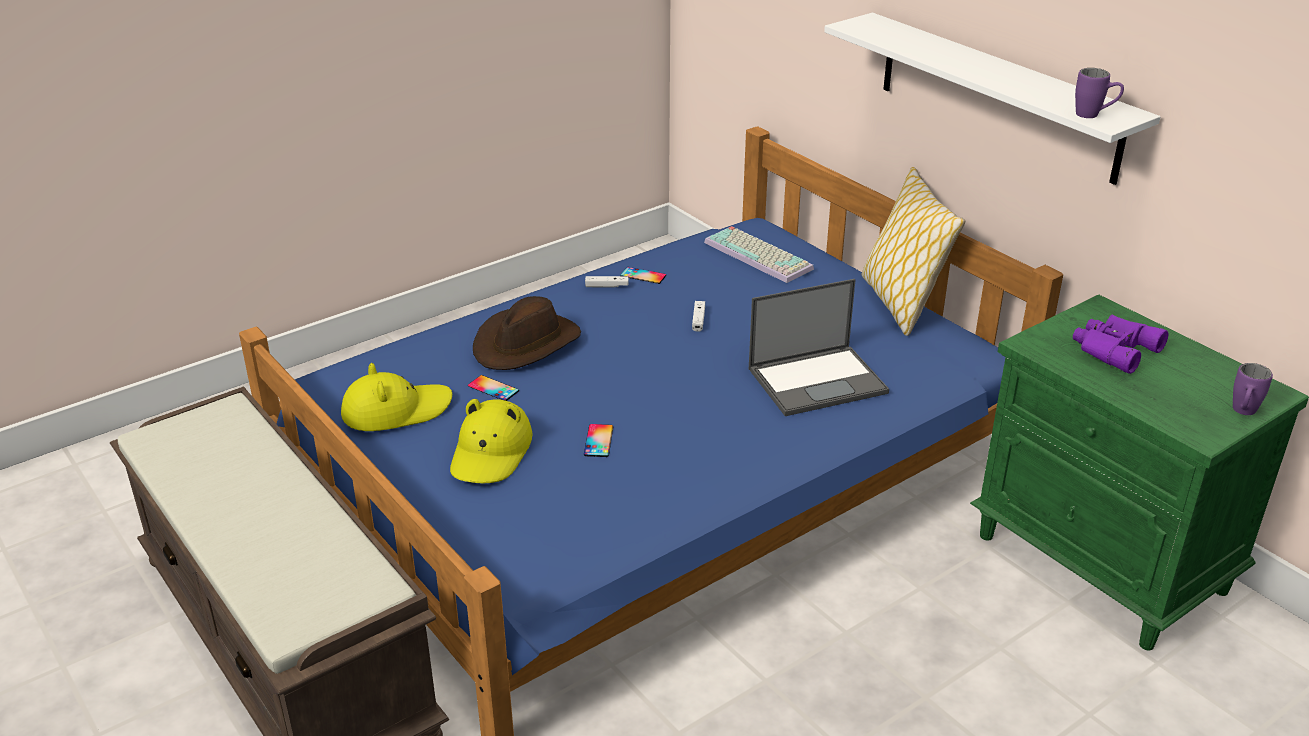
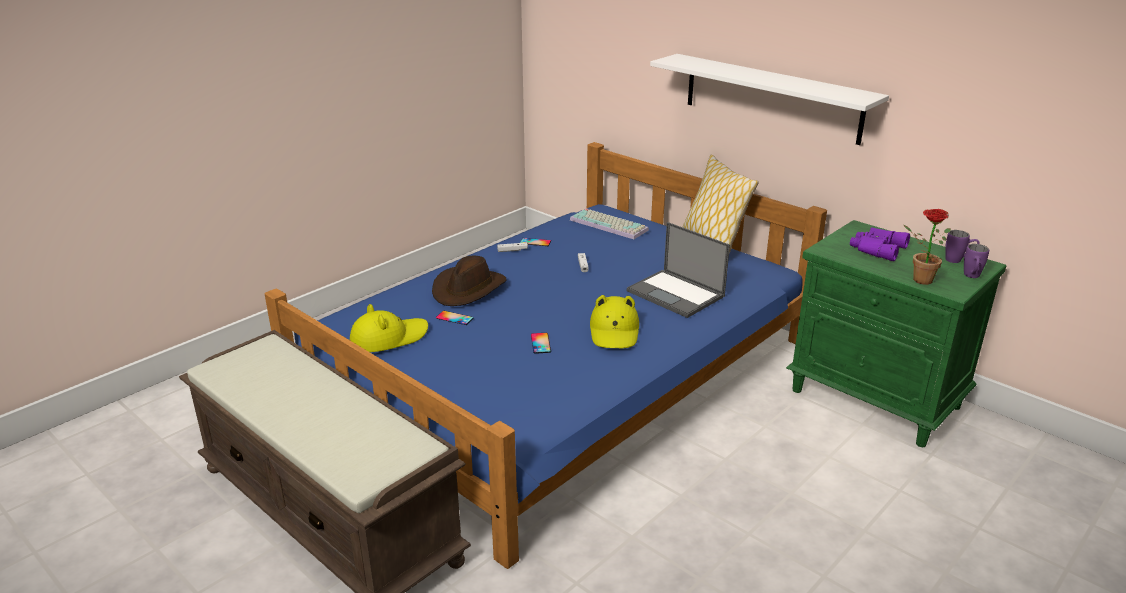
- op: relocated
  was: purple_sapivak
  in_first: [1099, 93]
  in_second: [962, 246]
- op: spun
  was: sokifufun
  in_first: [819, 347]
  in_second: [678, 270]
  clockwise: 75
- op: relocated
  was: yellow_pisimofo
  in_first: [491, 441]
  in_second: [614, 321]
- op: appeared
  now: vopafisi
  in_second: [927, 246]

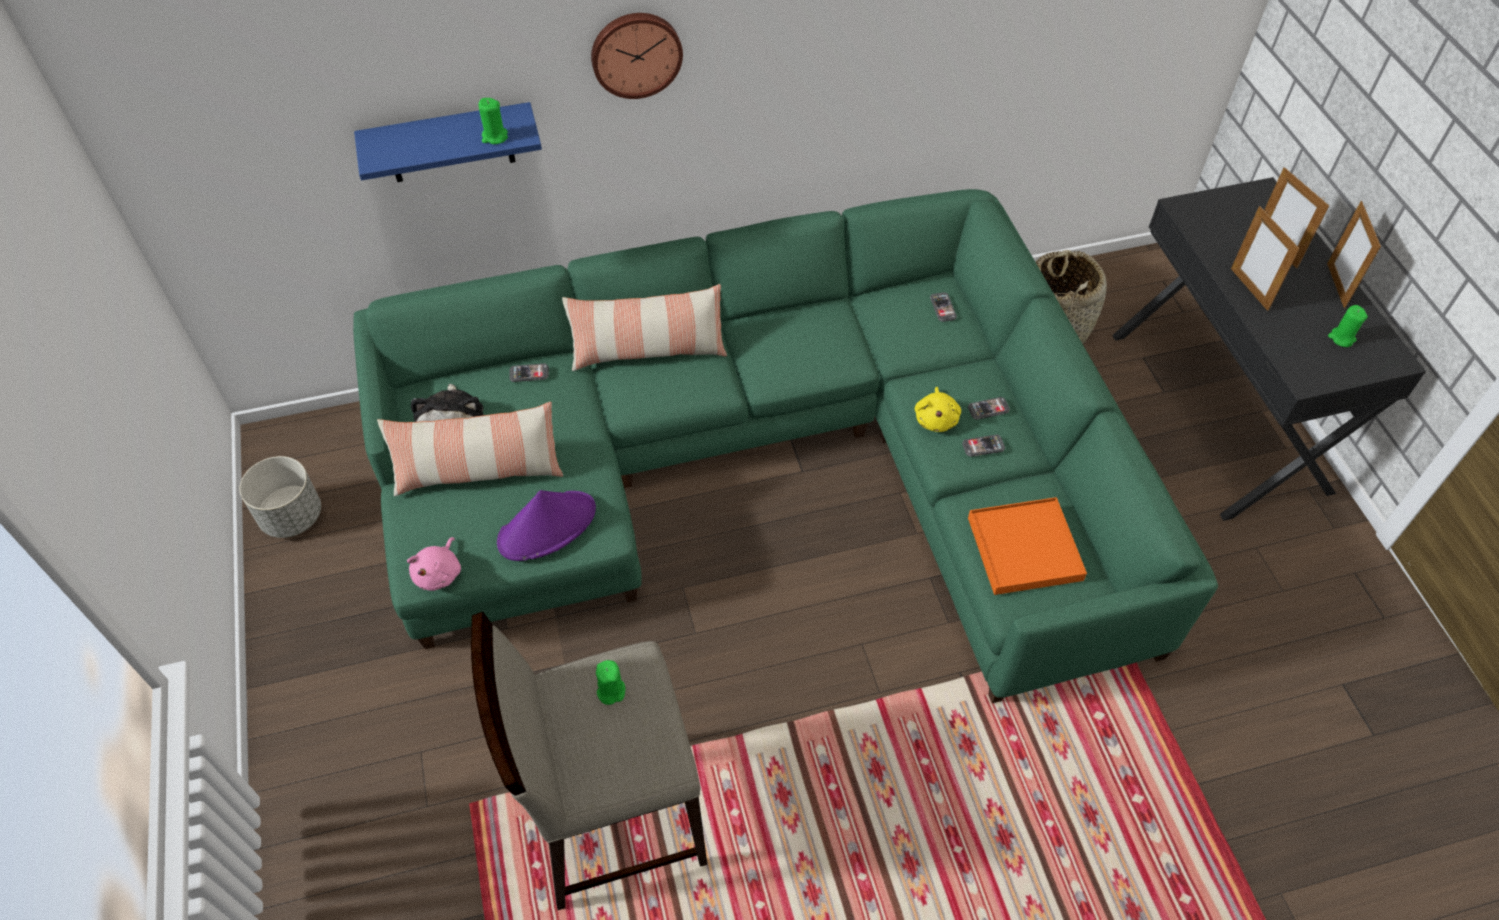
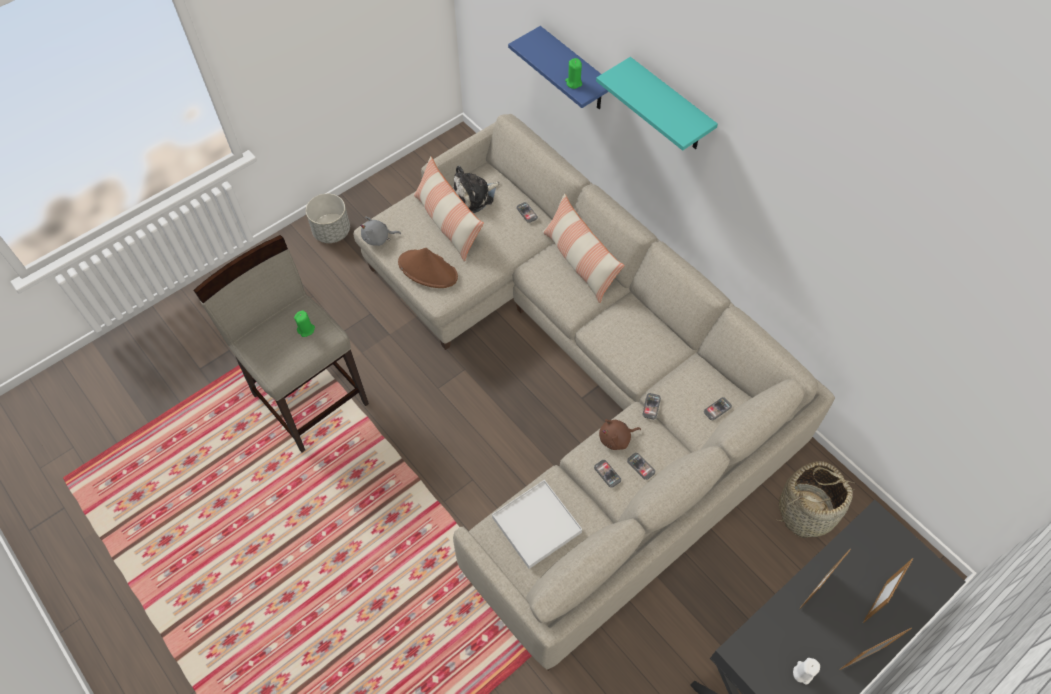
- op: exchanged
  was: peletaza
  now: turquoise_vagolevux
  in_first: [637, 56]
  in_second: [657, 104]
- op: colour
  was: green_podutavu
  now: beige_podutavu
  in_first: [785, 446]
  in_second: [594, 392]
- op: colour
  was: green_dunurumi
  now: white_dunurumi
  in_first: [1348, 326]
  in_second: [806, 671]
- op: colour
  was: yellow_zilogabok
  now: brown_zilogabok
  in_first: [938, 409]
  in_second: [620, 434]
- op: relocated
  was: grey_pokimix
  in_first: [280, 497]
  in_second: [328, 218]
- op: colour
  was: purple_pisimofo
  now: brown_pisimofo
  in_first: [546, 525]
  in_second: [428, 268]
- op: colour
  was: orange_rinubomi
  now: white_rinubomi
  in_first: [1027, 546]
  in_second: [537, 524]
- op: colour
  was: pink_zilogabok
  now: grey_zilogabok
  in_first: [434, 564]
  in_second: [380, 231]
- op: appeared
  now: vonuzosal
  in_second: [651, 406]

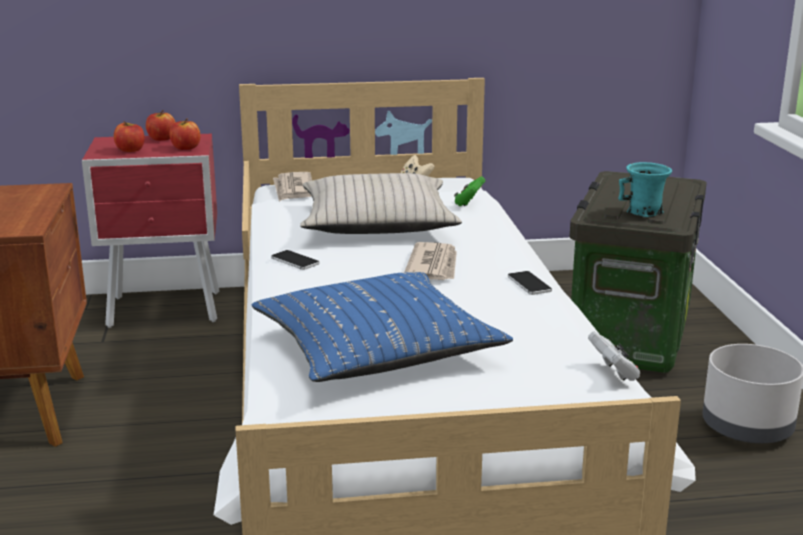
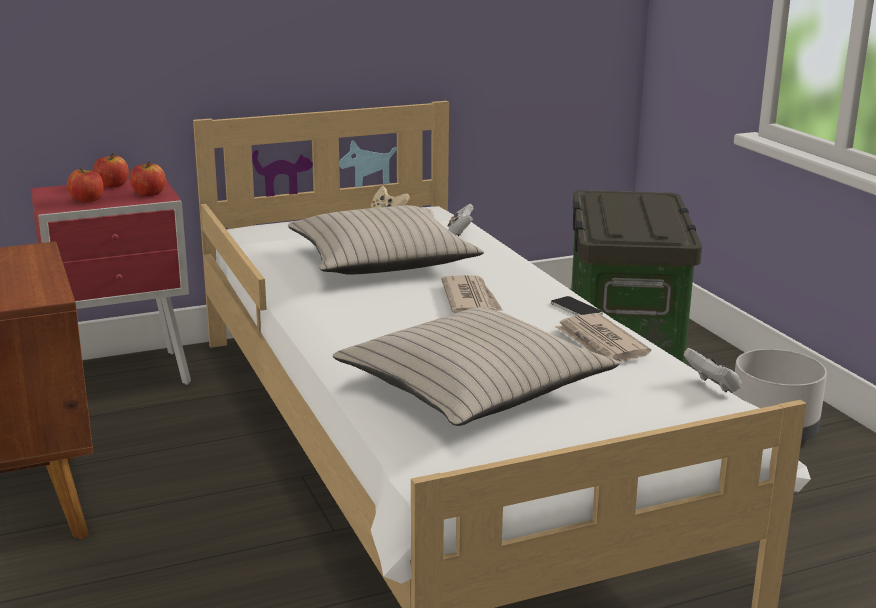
- op: missing
  was: turquoise_sapivak
  in_first: [645, 189]
- op: relocated
  was: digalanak
  in_first: [292, 186]
  in_second: [603, 337]
- op: colour
  was: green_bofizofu
  now: white_bofizofu
  in_first: [469, 191]
  in_second: [461, 220]
- op: missing
  was: vonuzosal
  in_first: [295, 260]
- op: colour
  was: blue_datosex
  now: beige_datosex
  in_first: [382, 327]
  in_second: [476, 366]

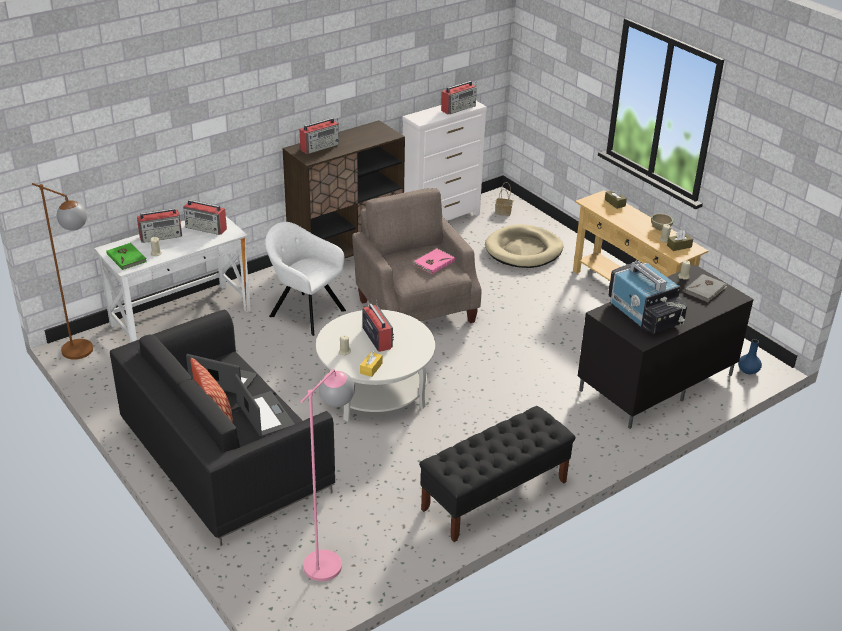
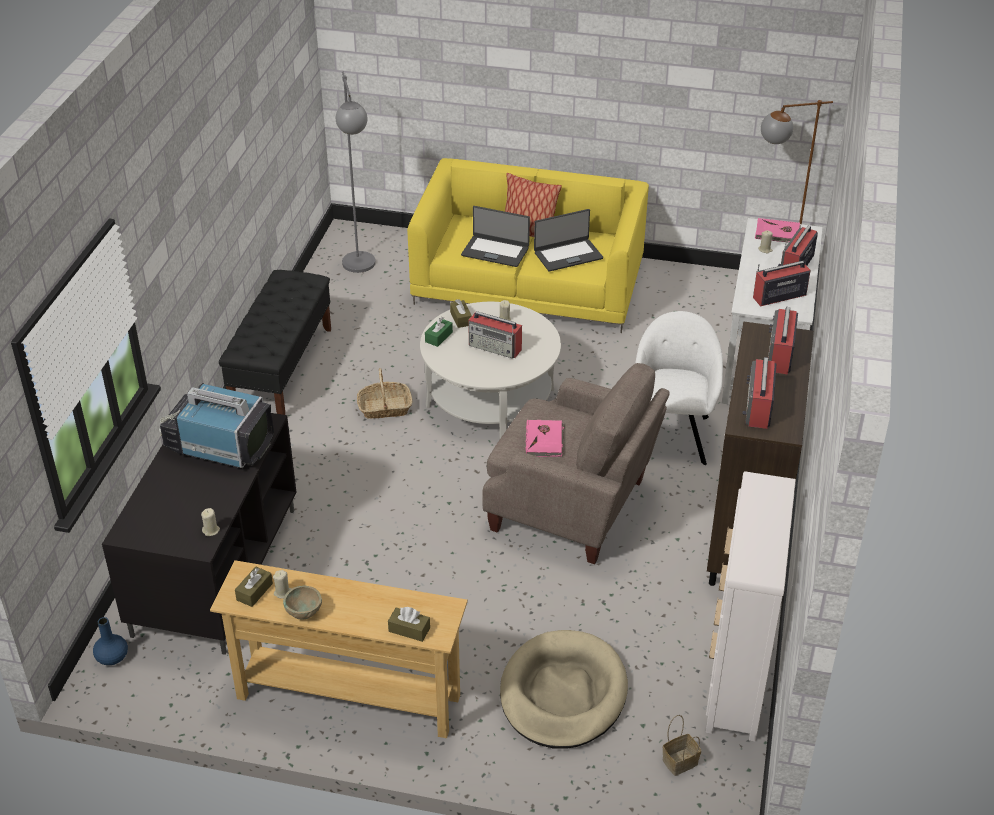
- op: relocated
  was: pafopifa
  in_first: [459, 97]
  in_second: [759, 393]
- op: spun
  was: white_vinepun
  in_first: [305, 279]
  in_second: [679, 388]
  clockwise: -75
- op: colour
  was: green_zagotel
  now: pink_zagotel
  in_first: [126, 256]
  in_second: [778, 230]
- op: missing
  was: grey_zagotel
  in_first: [705, 288]
- op: colour
  was: black_podutavu
  now: yellow_podutavu
  in_first: [222, 428]
  in_second: [528, 245]
- op: colour
  was: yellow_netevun
  now: brown_netevun
  in_first: [371, 364]
  in_second: [461, 313]
- op: colour
  was: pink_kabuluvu
  now: grey_kabuluvu
  in_first: [327, 475]
  in_second: [356, 172]
- op: appeared
  now: green_netevun
  in_second: [439, 332]
- op: appeared
  now: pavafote
  in_second: [384, 393]

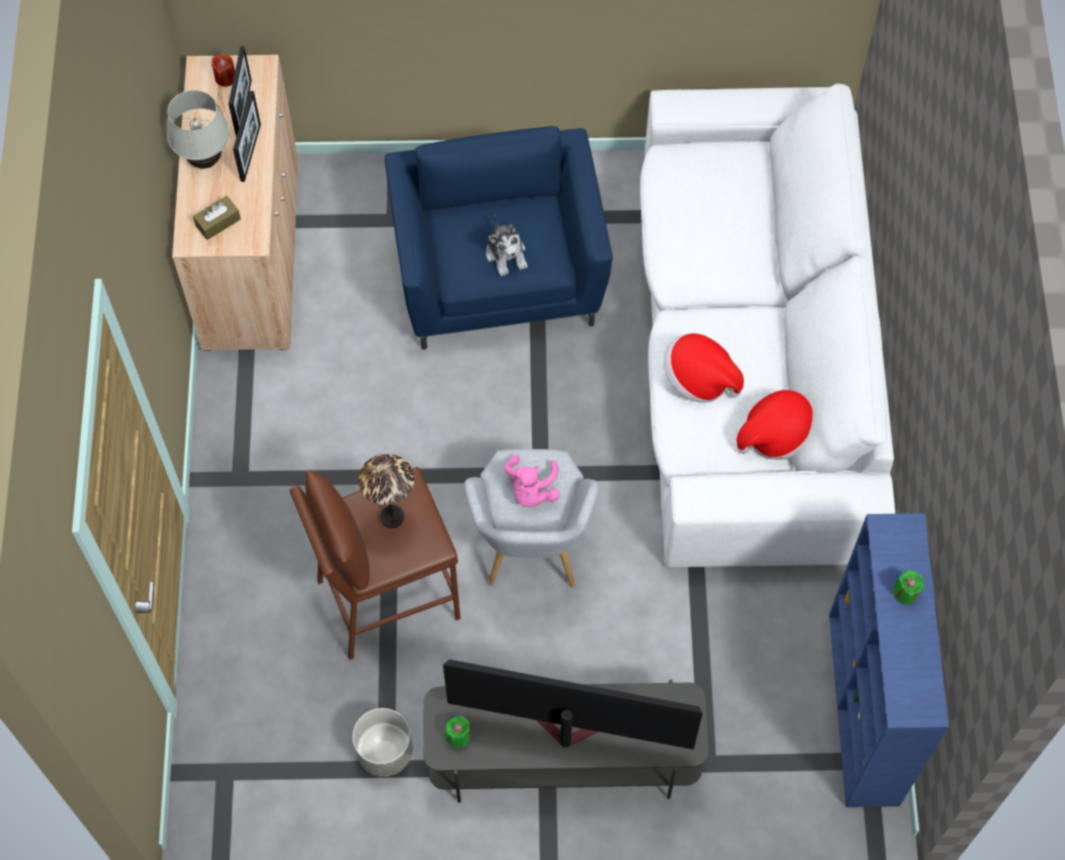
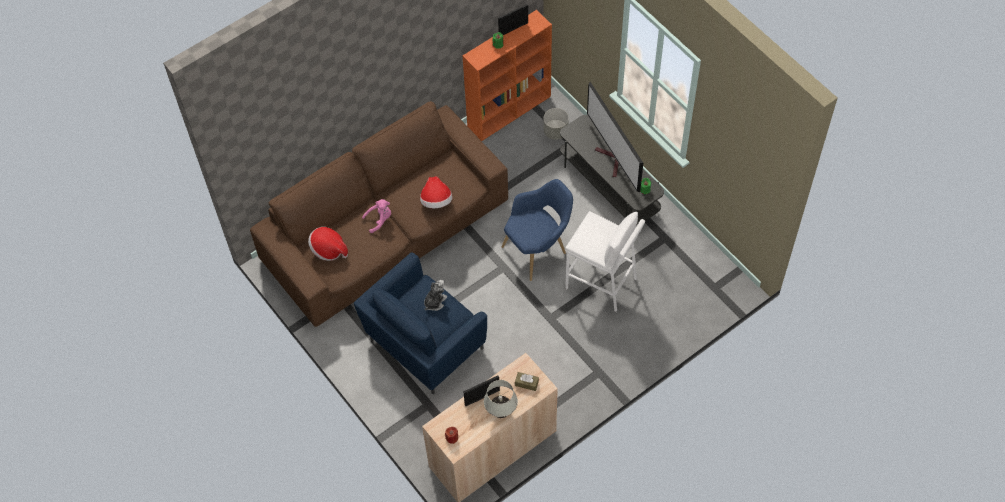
- op: relocated
  was: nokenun
  in_first: [240, 91]
  in_second: [513, 19]
- op: colour
  was: white_podutavu
  now: brown_podutavu
  in_first: [767, 325]
  in_second: [379, 214]
- op: relocated
  was: pisimofo
  in_first: [775, 425]
  in_second: [328, 244]
- op: colour
  was: grey_vinepun
  now: blue_vinepun
  in_first: [531, 518]
  in_second: [537, 230]
- op: missing
  was: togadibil
  in_first: [386, 491]
- op: relocated
  was: pink_zilogabok
  in_first: [532, 480]
  in_second: [376, 216]
- op: colour
  was: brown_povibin
  now: white_povibin
  in_first: [375, 563]
  in_second: [605, 261]
- op: colour
  was: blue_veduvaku
  now: orange_veduvaku
  in_first: [889, 660]
  in_second: [507, 75]
- op: relocated
  was: grey_pokimix
  in_first: [383, 742]
  in_second: [556, 124]

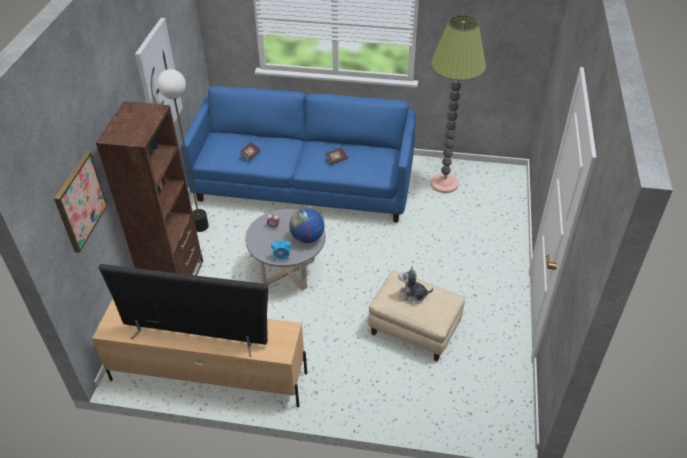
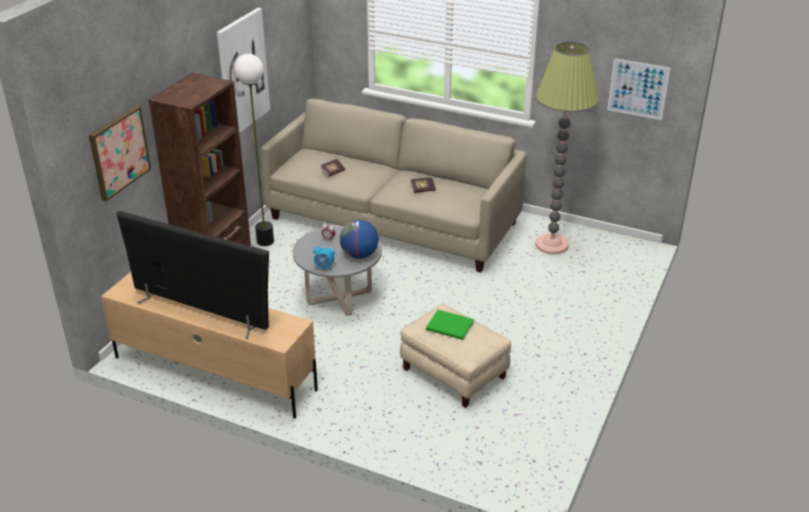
- op: colour
  was: blue_podutavu
  now: beige_podutavu
  in_first: [298, 154]
  in_second: [393, 185]
- op: exchanged
  was: zilogabok
  now: green_zagotel
  in_first: [415, 285]
  in_second: [450, 325]
- op: appeared
  now: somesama
  in_second: [638, 89]

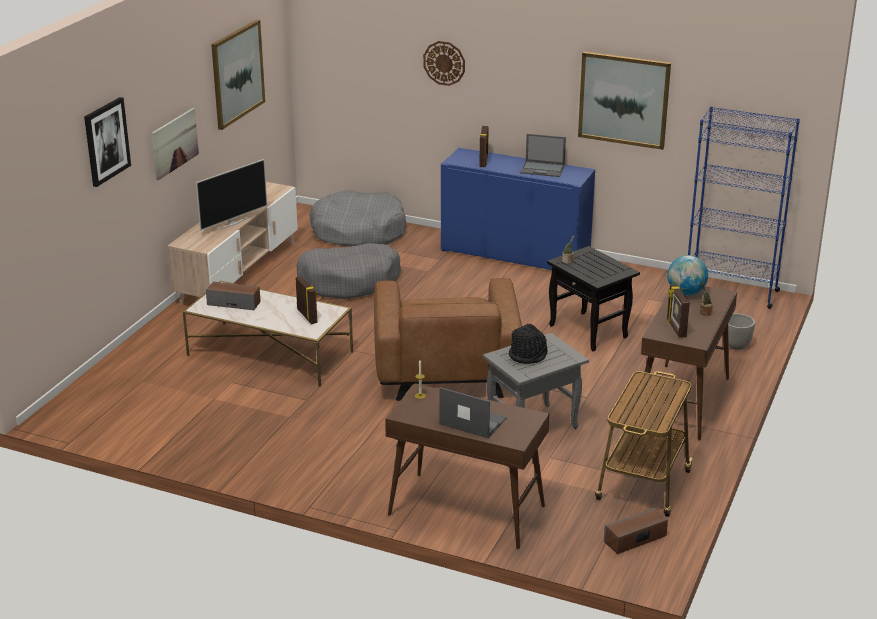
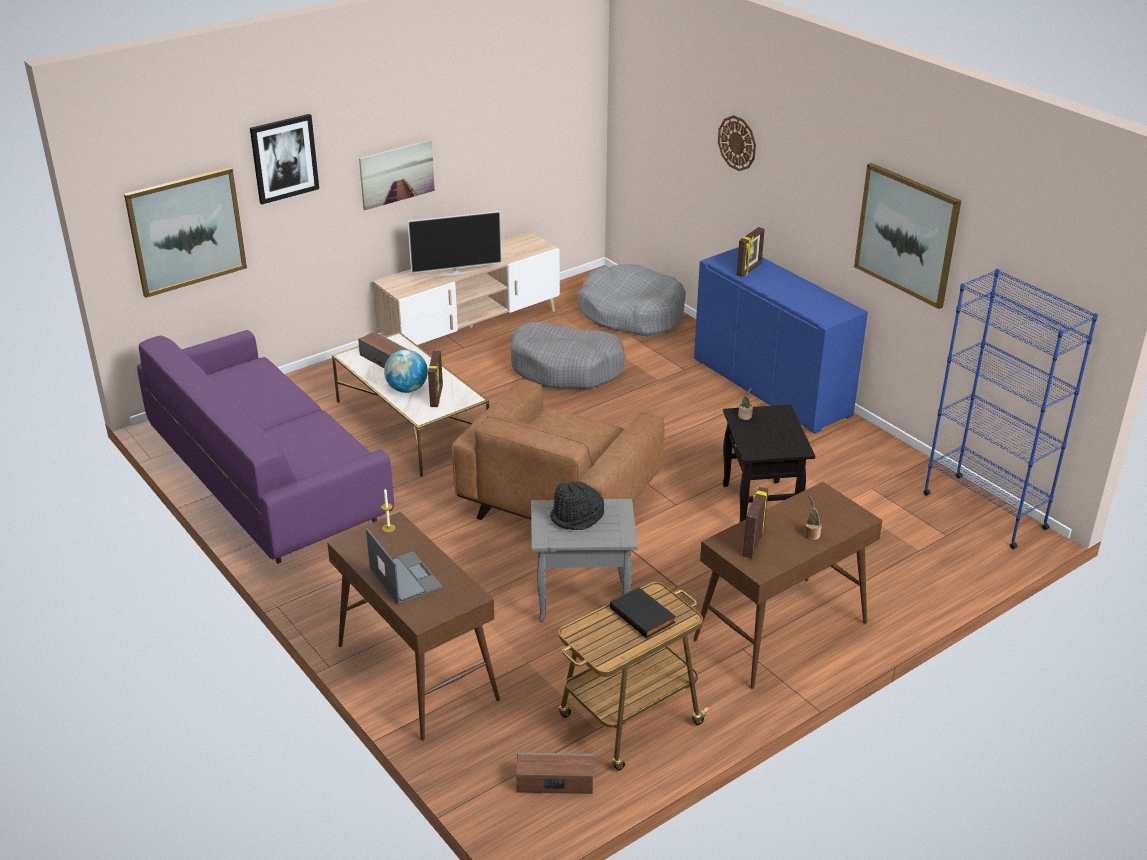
- op: relocated
  was: somesama
  in_first: [238, 75]
  in_second: [185, 232]
- op: missing
  was: sokifufun
  in_first: [543, 155]
- op: relocated
  was: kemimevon
  in_first: [687, 275]
  in_second: [406, 371]
- op: missing
  was: pokimix
  in_first: [741, 331]
- op: appeared
  now: purple_podutavu
  in_second: [265, 447]
- op: appeared
  now: black_zagotel
  in_second: [643, 612]

